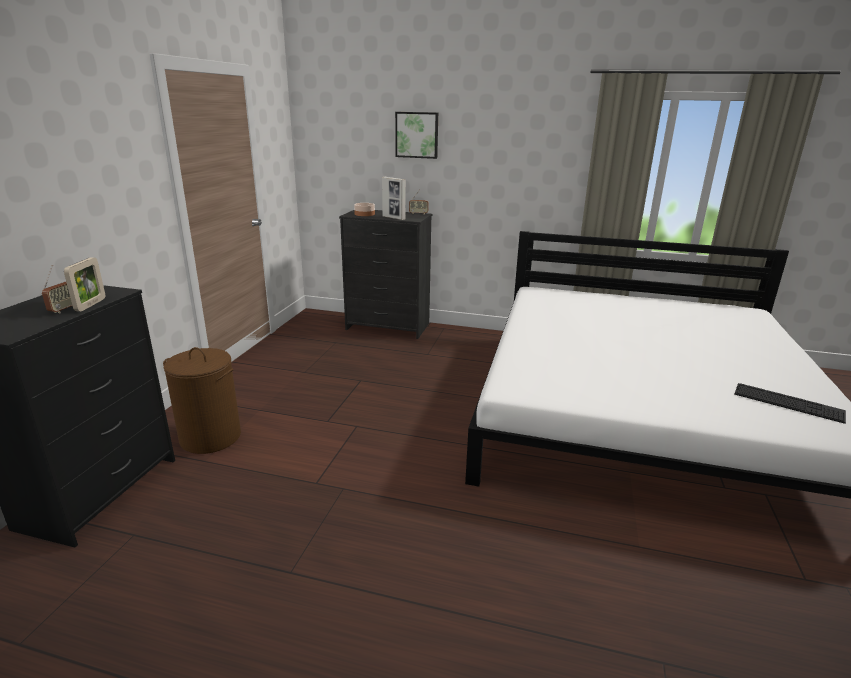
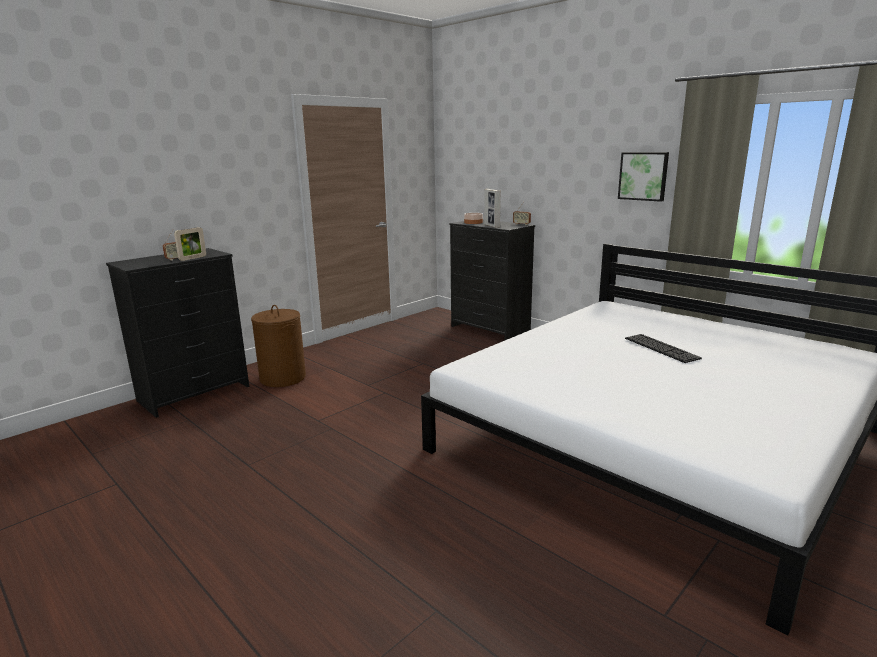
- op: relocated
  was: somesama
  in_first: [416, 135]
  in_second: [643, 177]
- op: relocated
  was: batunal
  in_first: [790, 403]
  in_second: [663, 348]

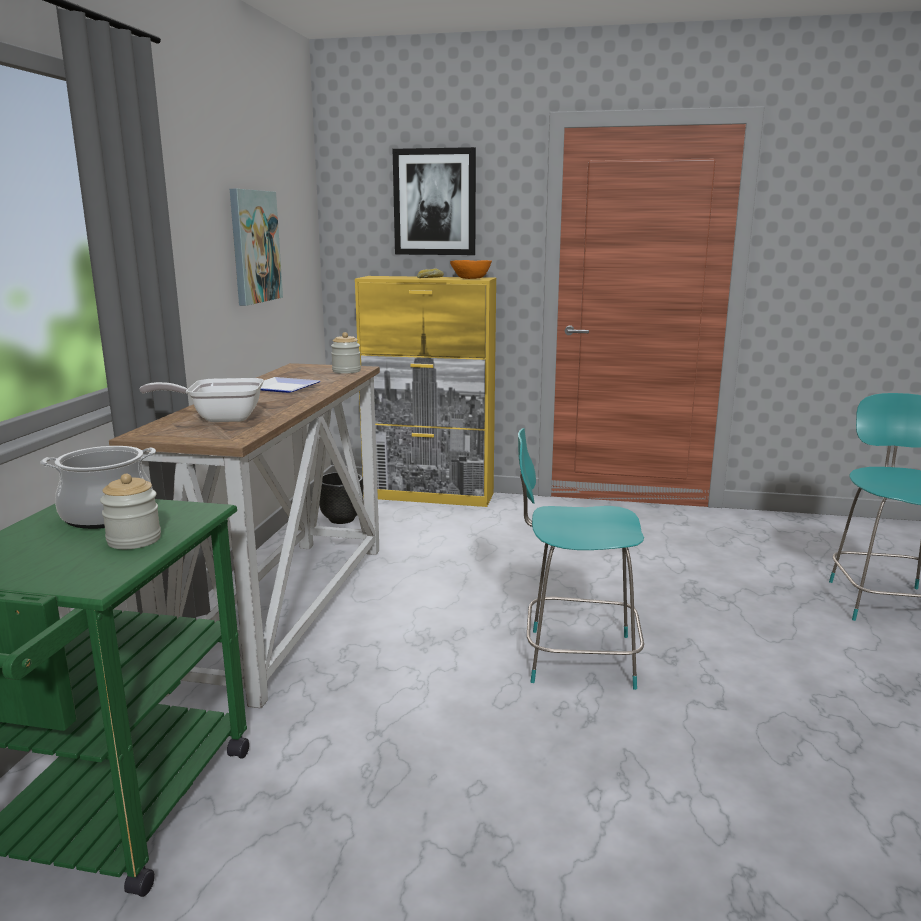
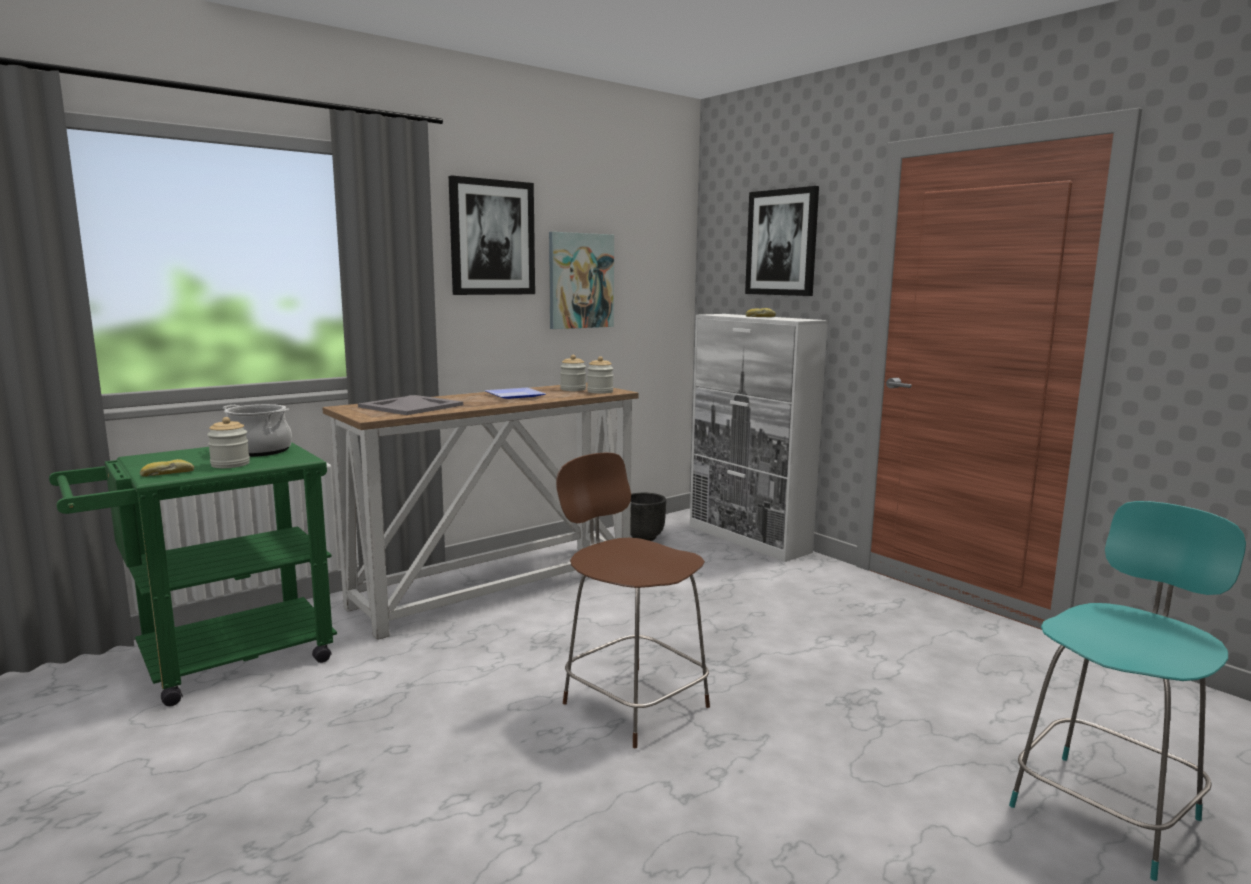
- op: missing
  was: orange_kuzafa
  in_first: [471, 269]
- op: colour
  was: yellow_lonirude
  now: white_lonirude
  in_first: [425, 391]
  in_second: [759, 438]
- op: exchanged
  was: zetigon
  now: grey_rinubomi
  in_first: [201, 400]
  in_second: [410, 405]
- op: colour
  was: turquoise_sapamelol
  now: brown_sapamelol
  in_first: [581, 559]
  in_second: [633, 600]
- op: appeared
  now: somesama
  in_second: [492, 235]
- op: appeared
  now: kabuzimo
  in_second: [573, 373]
- op: appeared
  now: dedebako
  in_second: [167, 468]

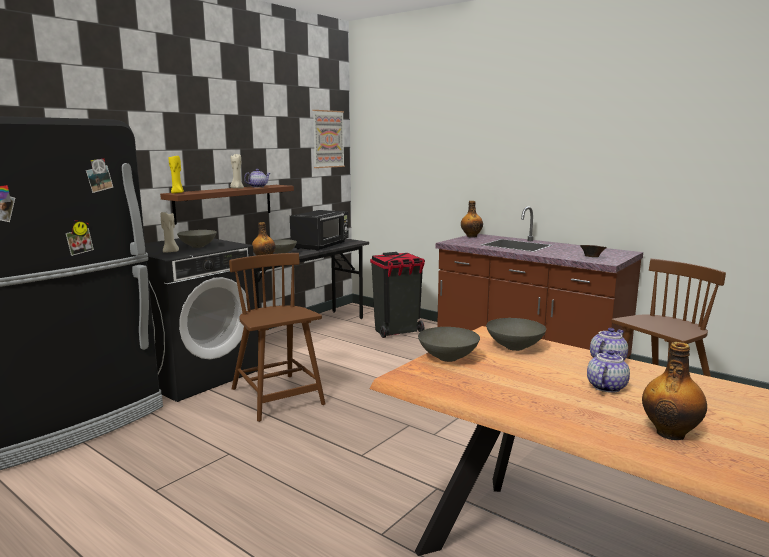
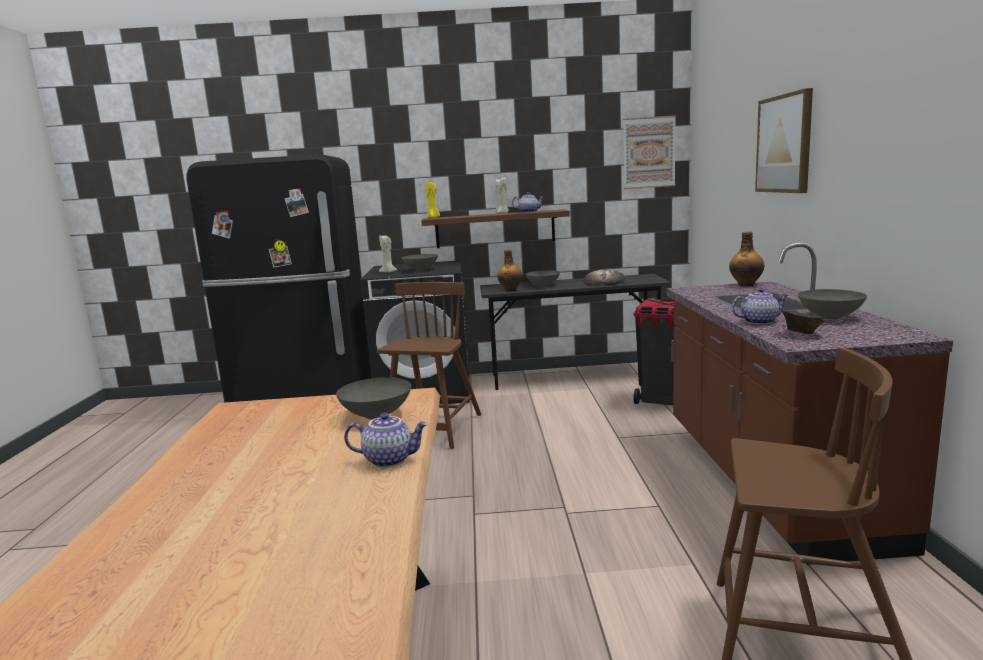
- op: exchanged
  was: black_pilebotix
  now: dedebako
  in_first: [319, 230]
  in_second: [604, 277]
- op: relocated
  was: grey_kuzafa
  in_first: [449, 344]
  in_second: [832, 304]
- op: missing
  was: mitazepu
  in_first: [674, 391]
- op: relocated
  was: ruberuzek
  in_first: [608, 371]
  in_second: [760, 306]
- op: appeared
  now: somesama
  in_second: [784, 140]

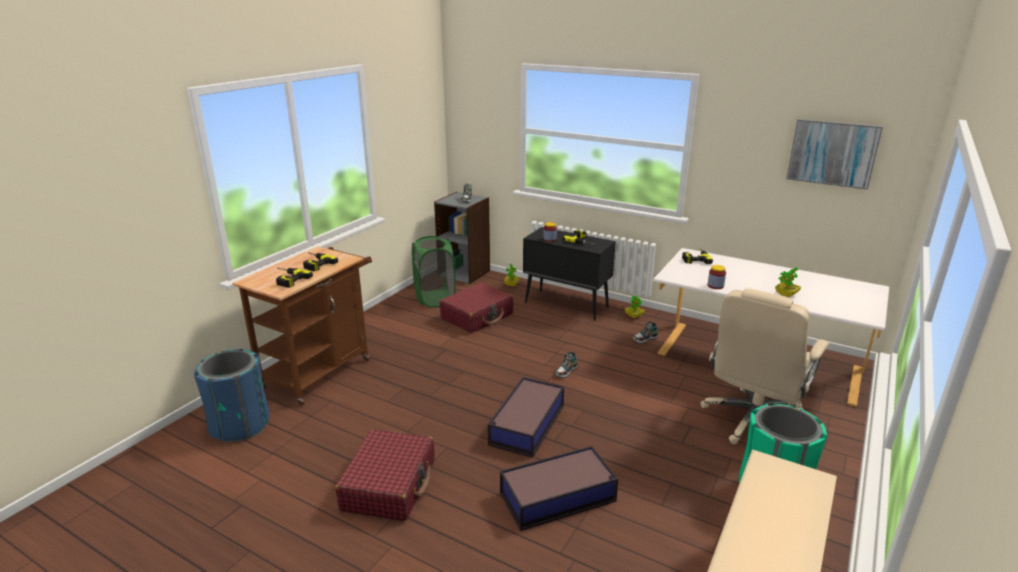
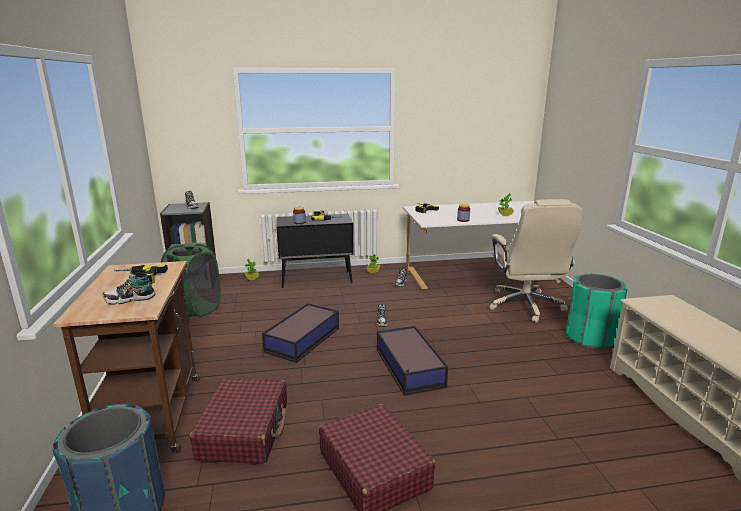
- op: missing
  was: somesama
  in_first: [834, 154]
- op: exchanged
  was: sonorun
  now: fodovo
  in_first: [294, 278]
  in_second: [128, 287]
- op: relocated
  was: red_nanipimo
  in_first: [476, 308]
  in_second: [238, 421]
- op: relocated
  was: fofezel
  in_first: [559, 488]
  in_second: [300, 333]

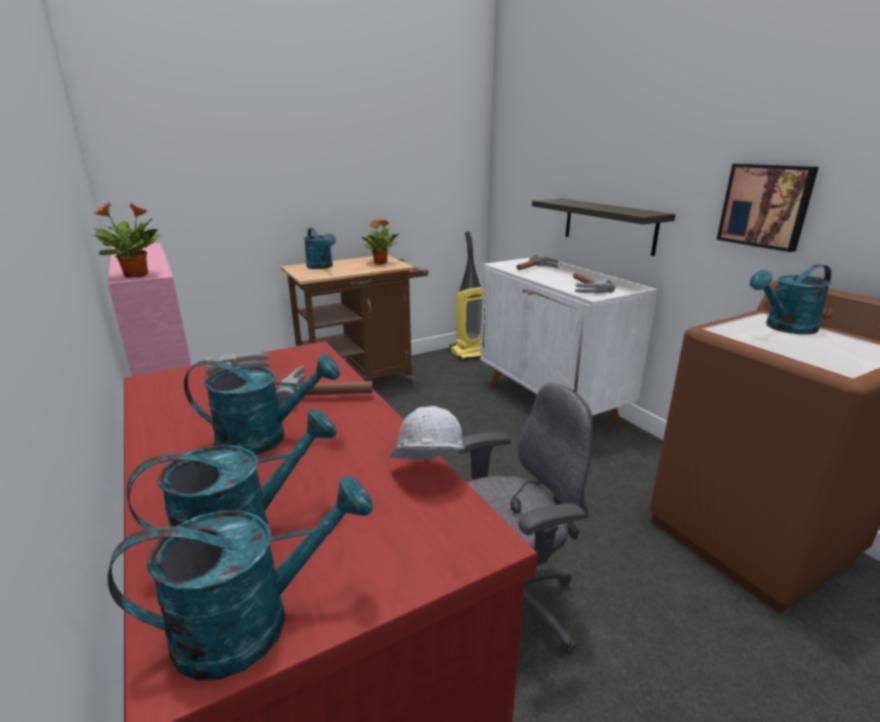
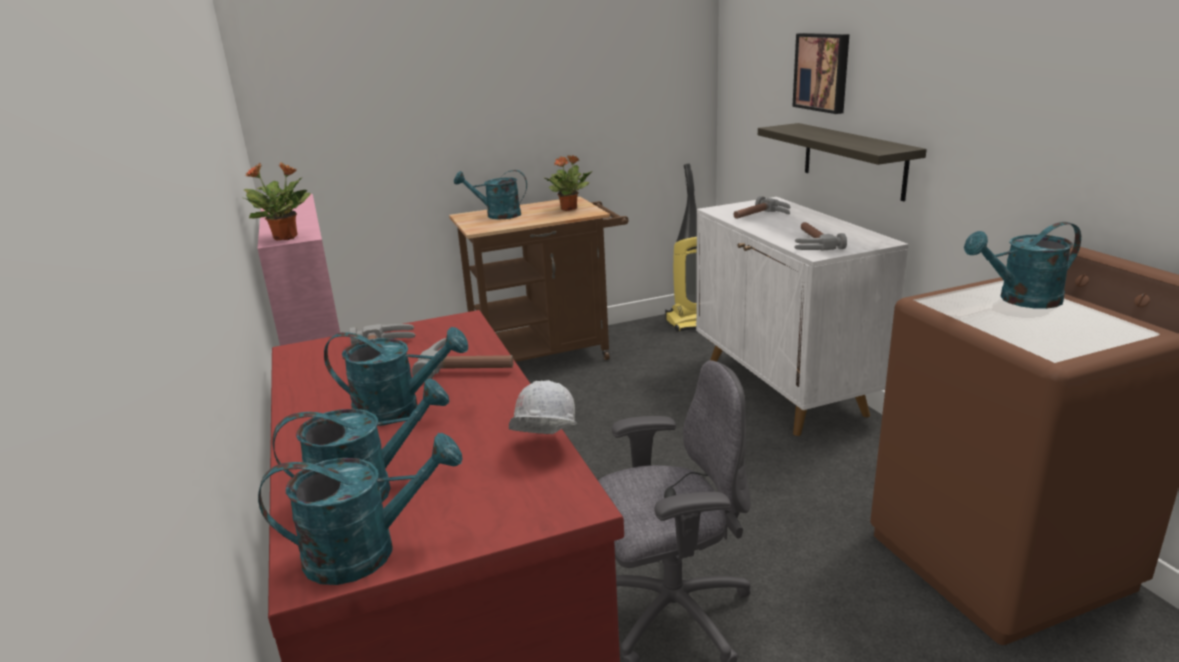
- op: relocated
  was: somesama
  in_first: [768, 208]
  in_second: [820, 73]
- op: spun
  was: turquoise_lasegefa
  in_first: [320, 248]
  in_second: [490, 194]
  clockwise: 120

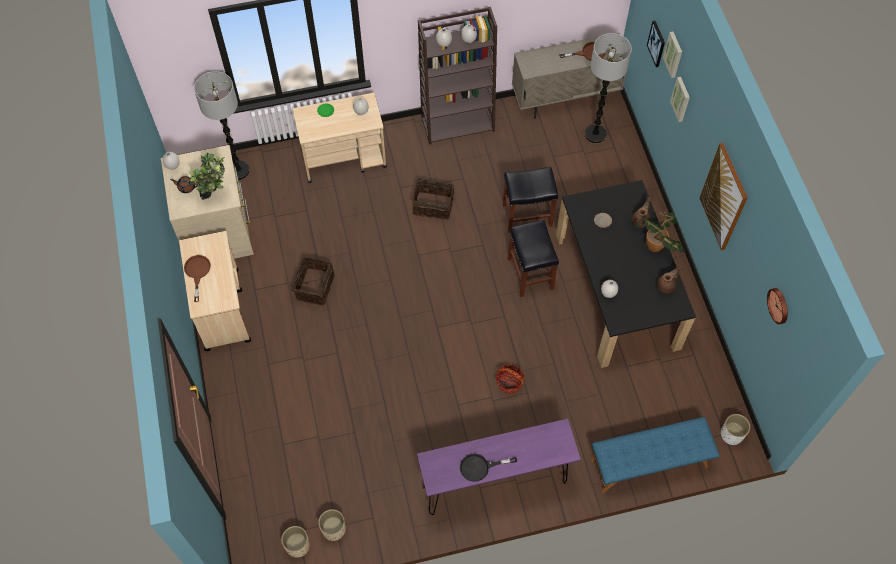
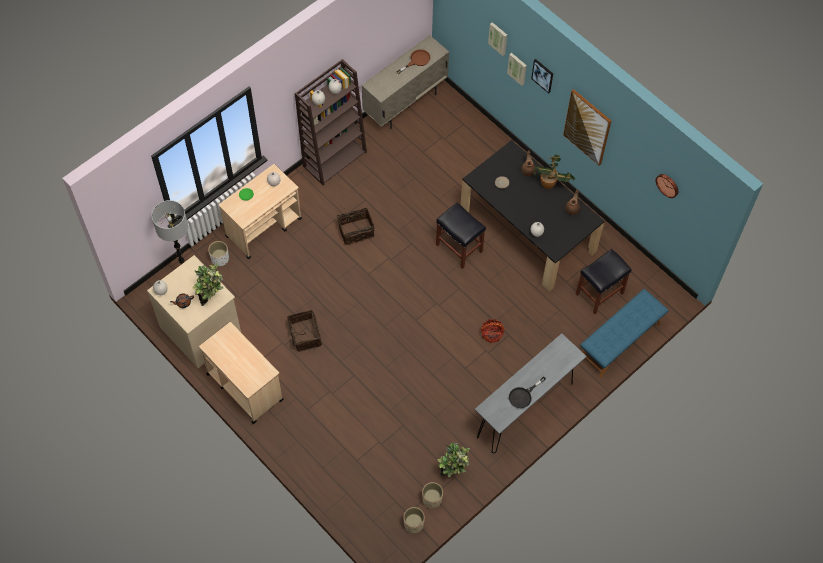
- op: relocated
  was: somesama
  in_first: [656, 44]
  in_second: [542, 76]
- op: missing
  was: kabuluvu
  in_first: [608, 88]
- op: relocated
  was: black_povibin
  in_first: [530, 199]
  in_second: [603, 281]
- op: missing
  was: brown_zetigon
  in_first: [197, 278]
- op: relocated
  was: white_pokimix
  in_first: [735, 429]
  in_second: [218, 253]
- op: colour
  was: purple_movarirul
  now: grey_movarirul
  in_first: [499, 467]
  in_second: [531, 393]
- op: appeared
  now: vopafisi
  in_second: [453, 460]

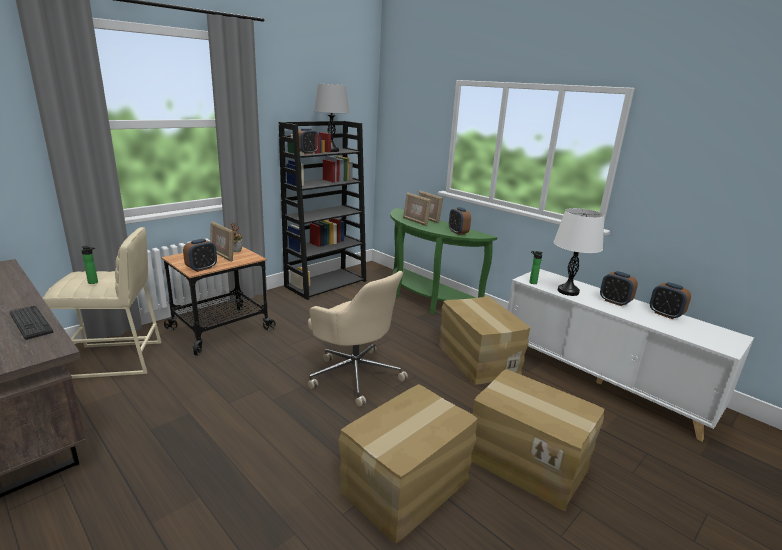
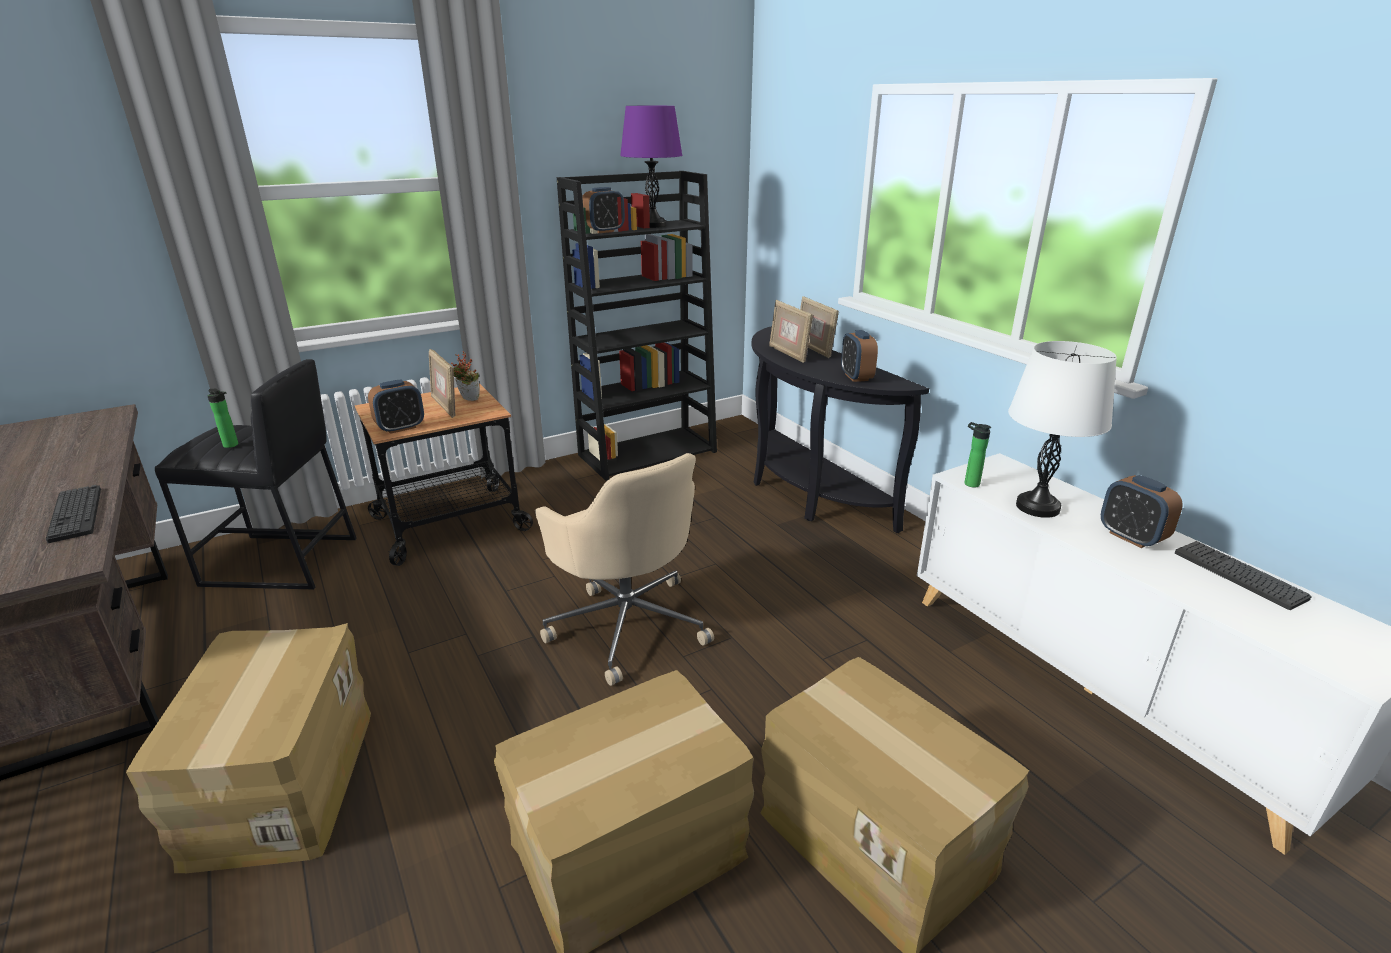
- op: colour
  was: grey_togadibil
  now: purple_togadibil
  in_first: [331, 118]
  in_second: [651, 167]
- op: colour
  was: green_movarirul
  now: black_movarirul
  in_first: [443, 261]
  in_second: [840, 429]
- op: colour
  was: beige_povibin
  now: black_povibin
  in_first: [102, 303]
  in_second: [256, 474]
- op: exchanged
  was: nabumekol
  now: batunal
  in_first: [670, 300]
  in_second: [1243, 575]
- op: relocated
  was: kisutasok
  in_first: [484, 340]
  in_second: [248, 748]

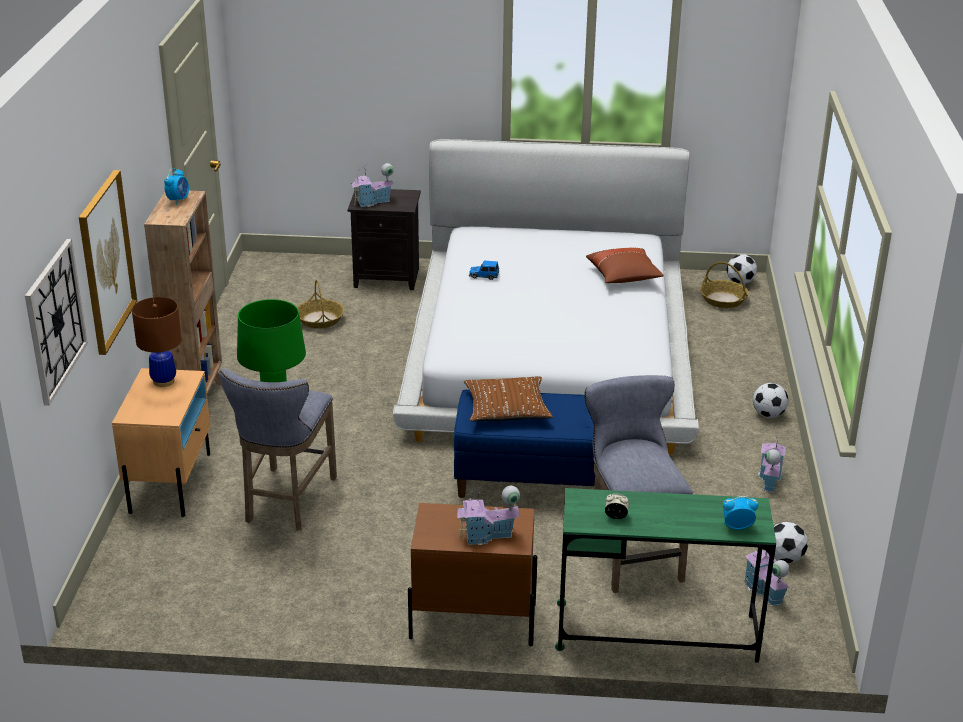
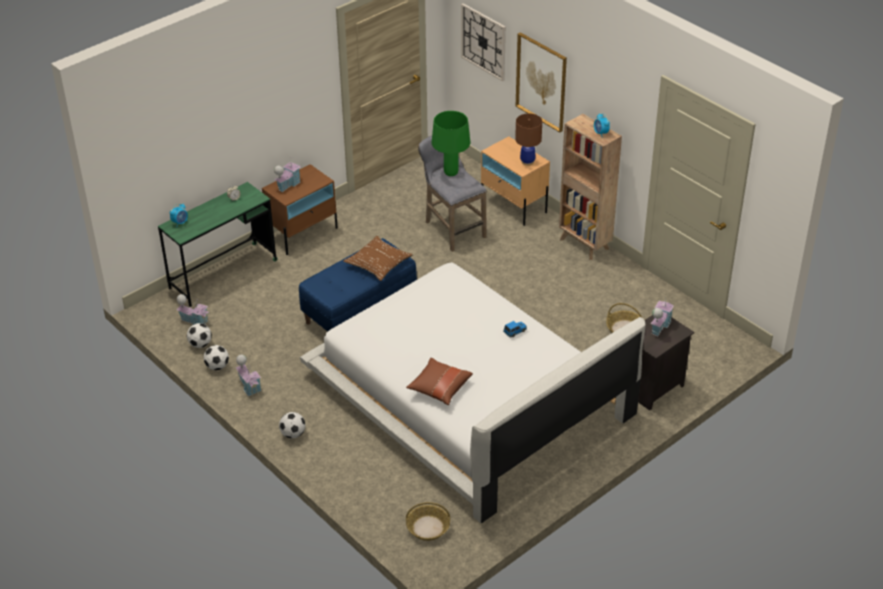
- op: relocated
  was: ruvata
  in_first: [742, 269]
  in_second: [216, 357]
- op: missing
  was: grey_povibin
  in_first: [638, 484]

